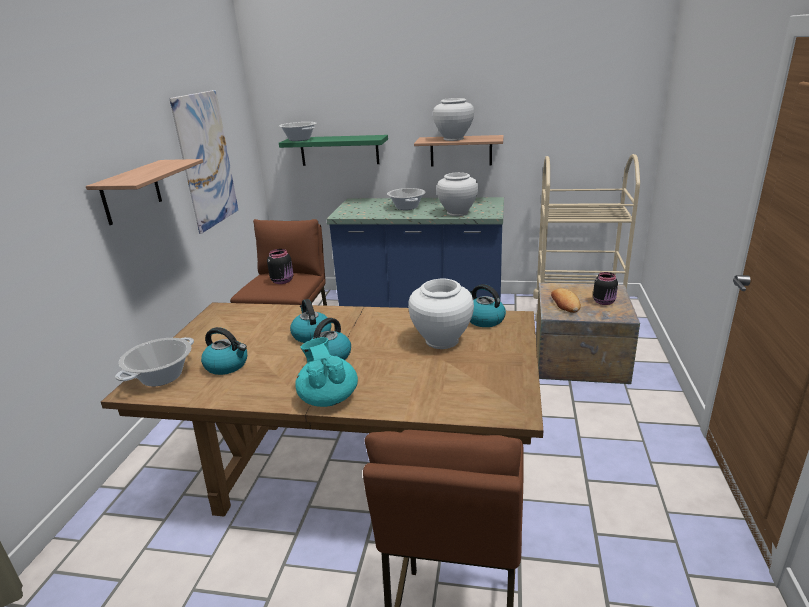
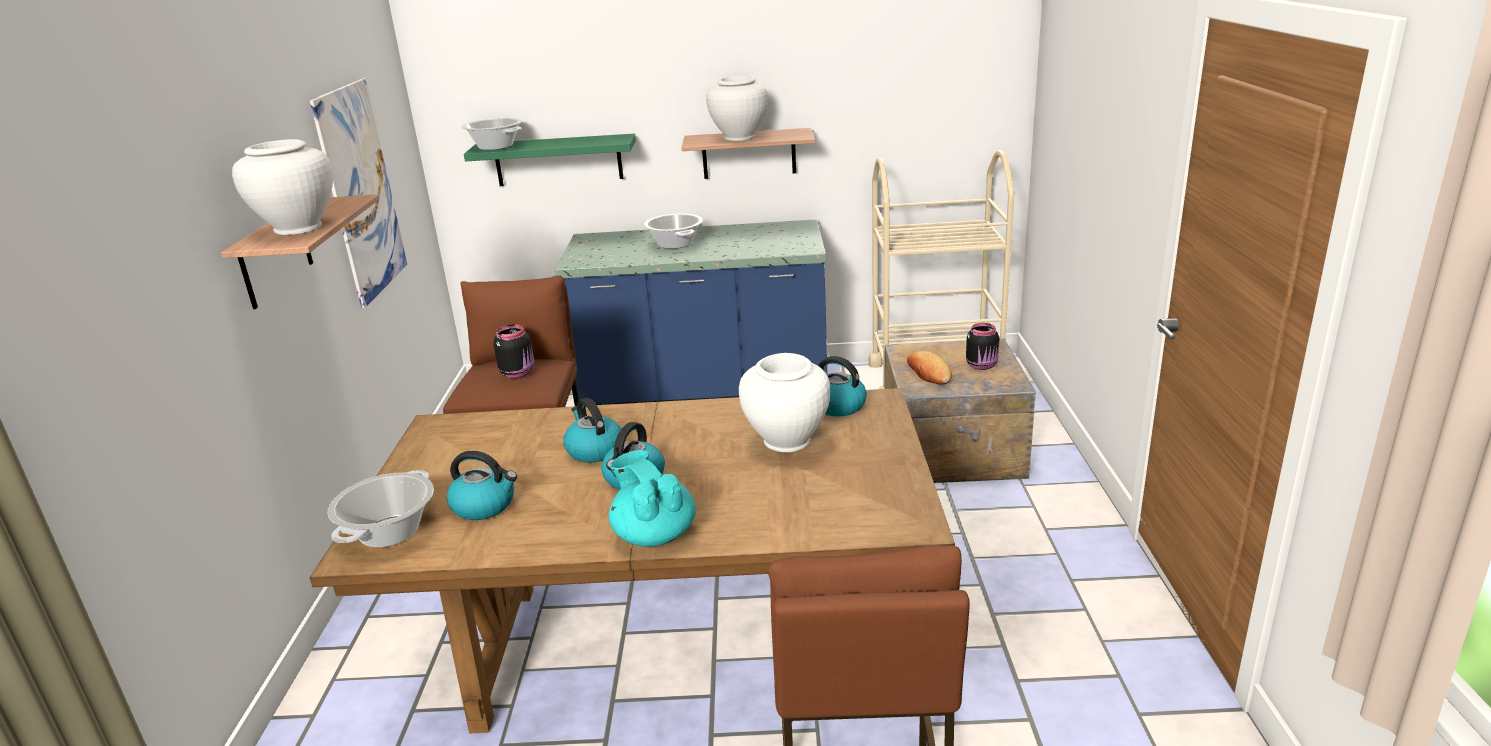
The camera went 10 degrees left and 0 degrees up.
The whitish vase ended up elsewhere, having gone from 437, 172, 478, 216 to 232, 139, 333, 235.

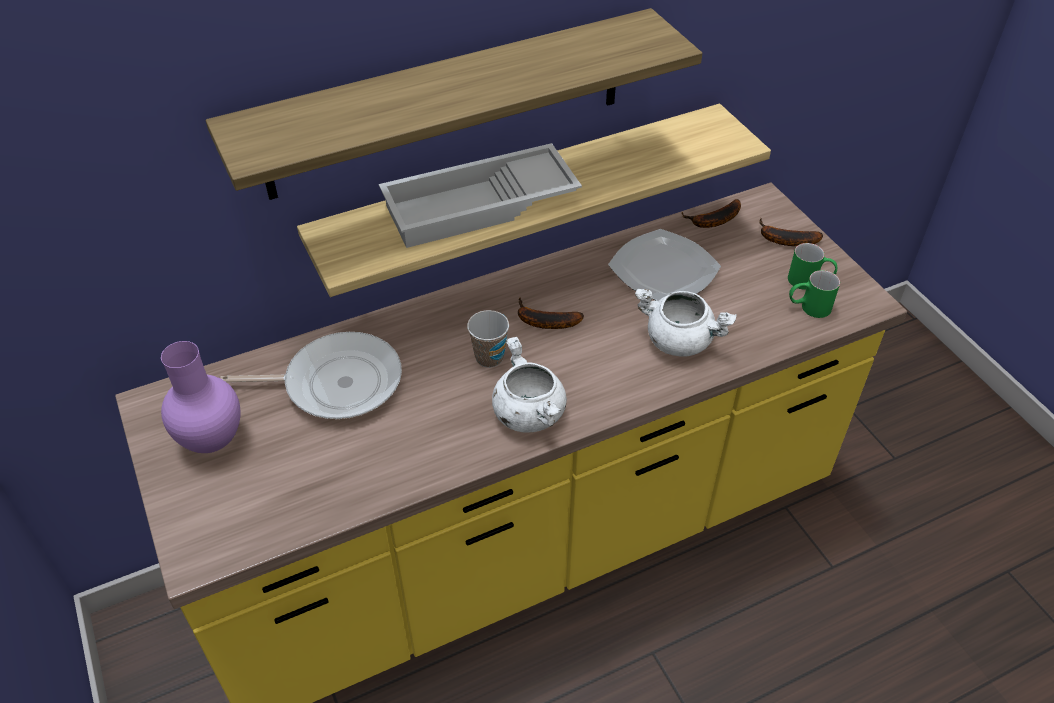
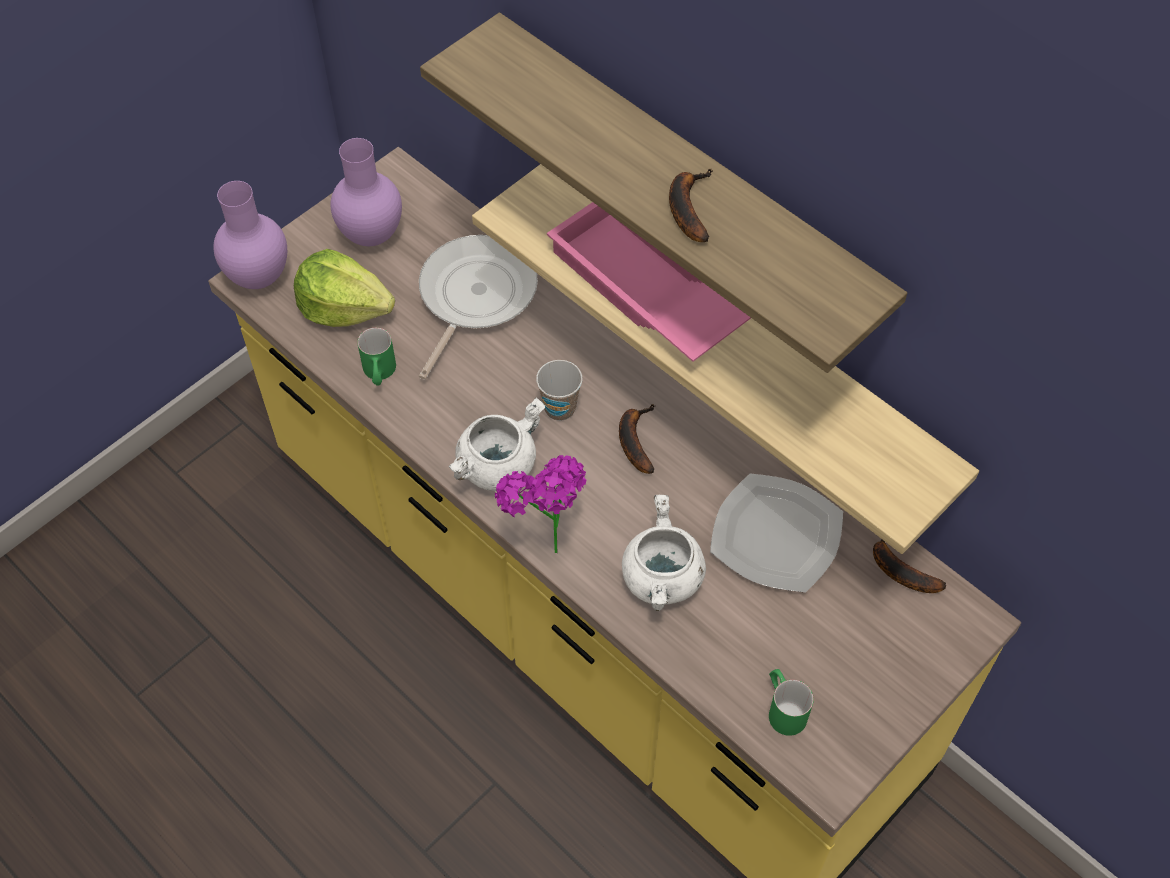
The camera went 70 degrees right and 10 degrees up.
The second view gained the purple vase at 213, 181, 287, 289.
The second view gained the head of lettuce at 294, 249, 395, 327.
The second view gained the houseplant at 495, 455, 586, 553.
The banana ended up elsewhere, having gone from 759, 218, 823, 246 to 669, 169, 713, 242.
The green-coloured mug ended up elsewhere, having gone from 788, 243, 837, 289 to 357, 328, 396, 385.
What was the whitish serving tray at 379, 143, 582, 248 turned into the pinkish serving tray at 547, 202, 751, 362.
The frying pan at 220, 332, 402, 419 ended up facing another way, 135 degrees counterclockwise from before.

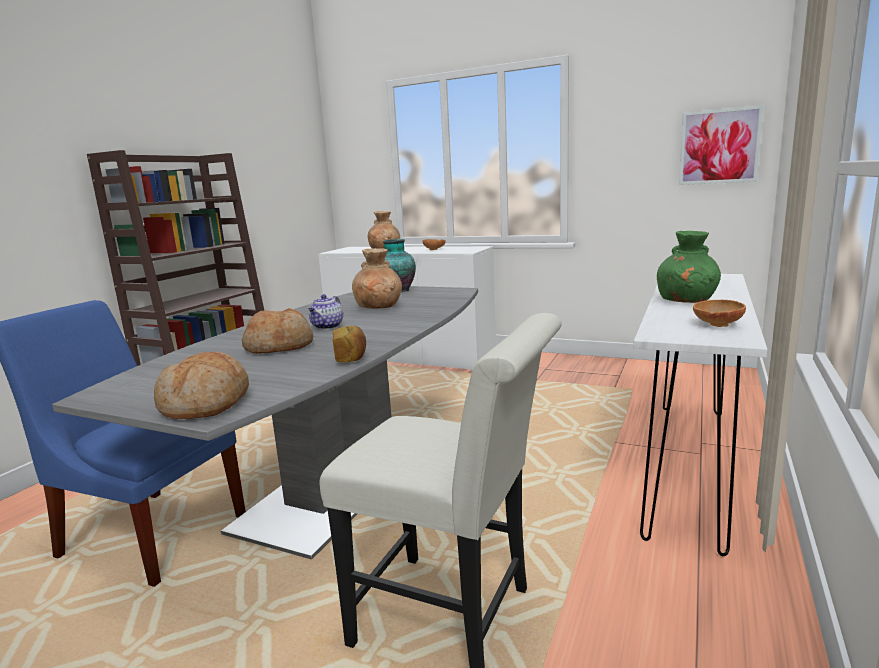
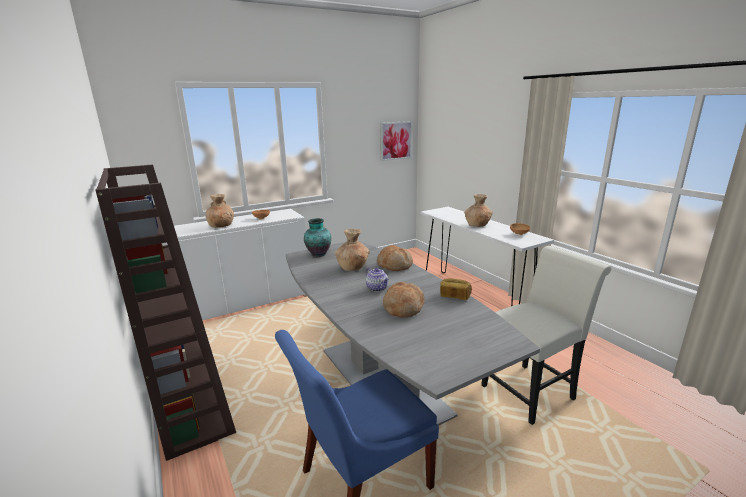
The camera went 55 degrees left and 5 degrees up.
The baked bread ended up elsewhere, having gone from 154, 352, 249, 419 to 377, 245, 413, 271.
What was the green-coloured vase at 657, 231, 721, 303 turned into the brown-coloured vase at 464, 194, 493, 227.

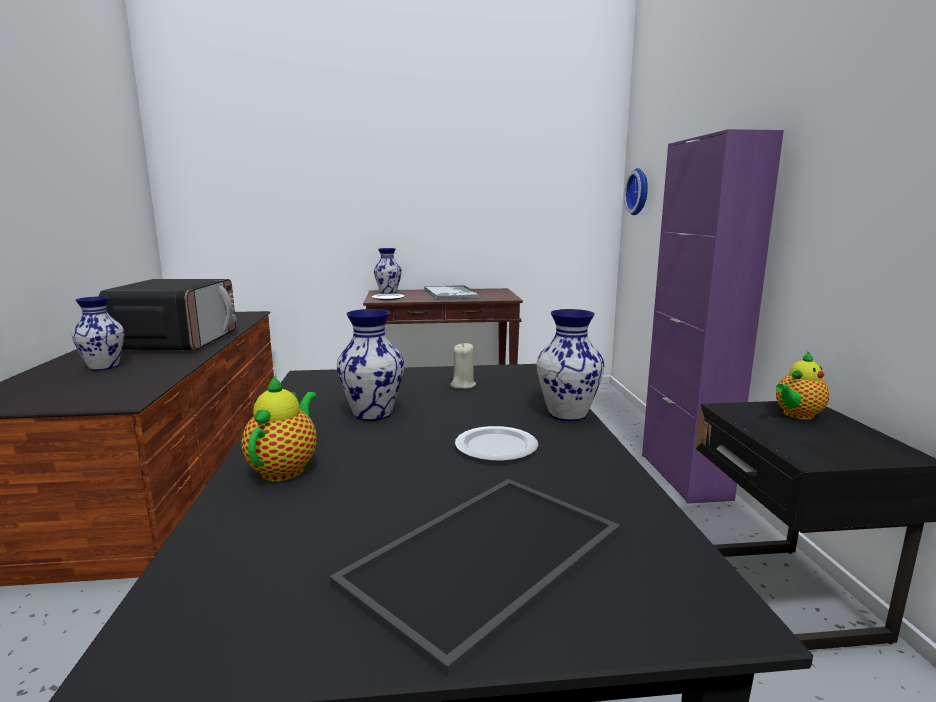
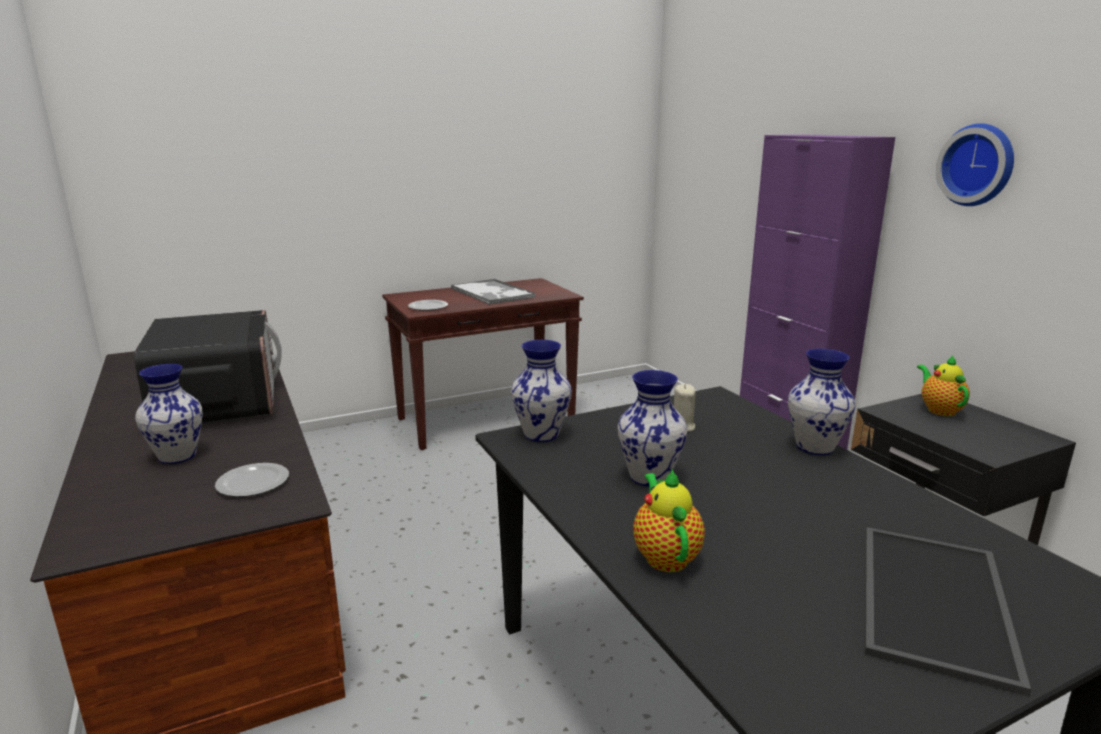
The camera went 20 degrees left and 5 degrees up.
The vase ended up elsewhere, having gone from 374, 248, 402, 294 to 511, 340, 572, 442.
The dinner plate ended up elsewhere, having gone from 455, 426, 538, 461 to 215, 463, 289, 497.
The wall clock ended up elsewhere, having gone from 624, 168, 648, 215 to 935, 123, 1014, 206.
The pot for tea at 776, 352, 830, 420 ended up facing another way, 135 degrees clockwise from before.

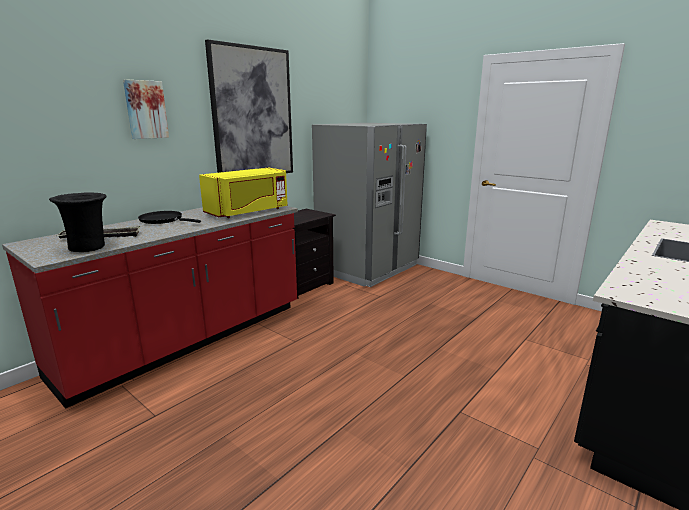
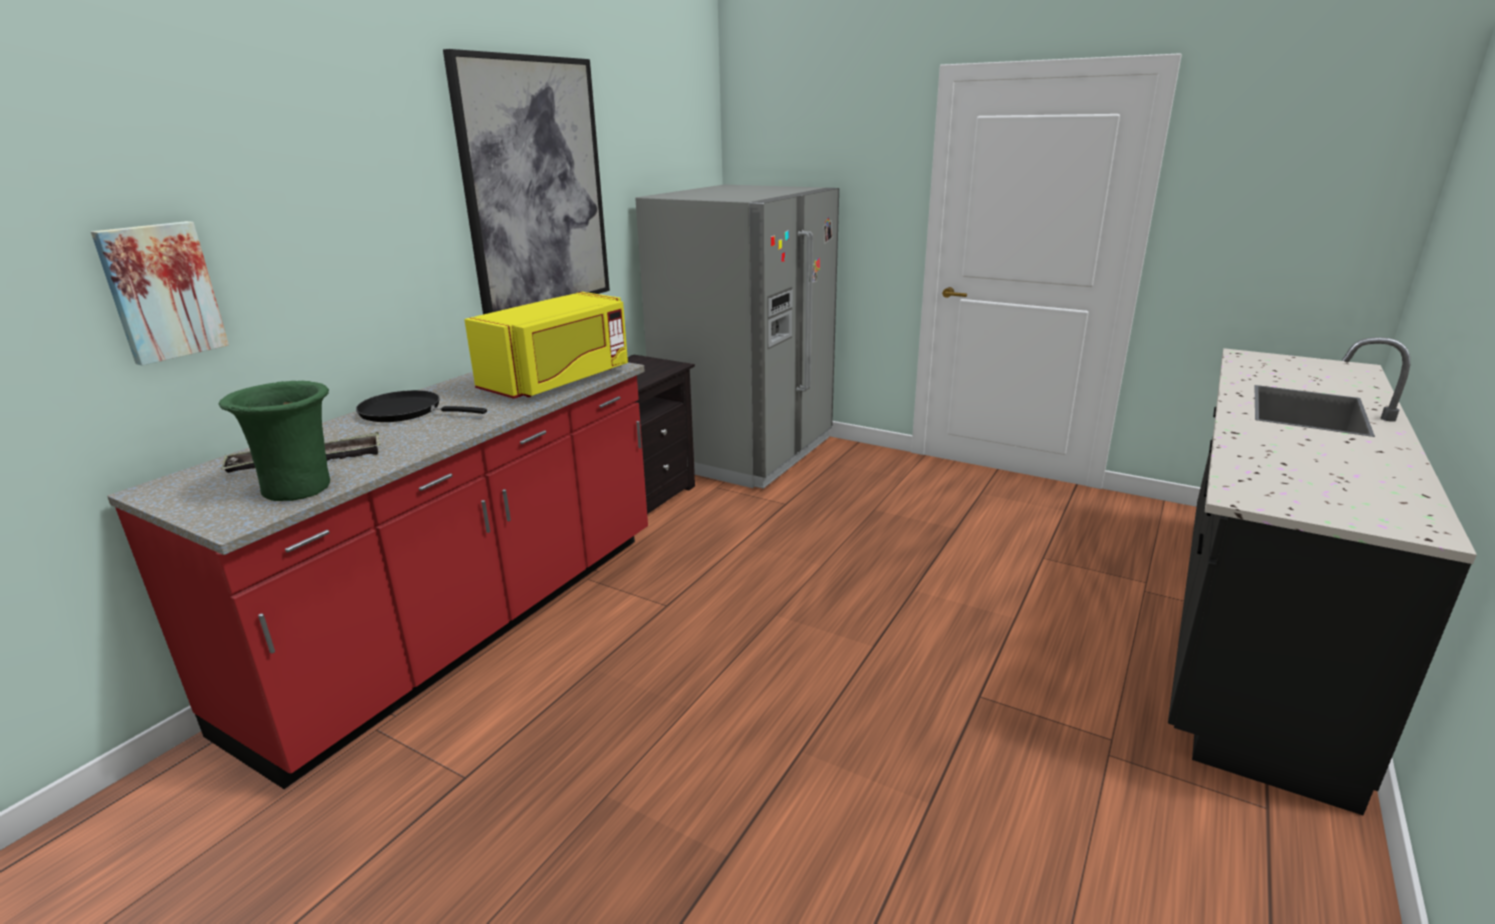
The camera went 10 degrees left and 5 degrees up.
The picture ended up elsewhere, having gone from 123, 79, 169, 139 to 91, 221, 229, 366.
What was the black vase at 49, 192, 106, 252 turned into the green-coloured vase at 218, 381, 330, 501.

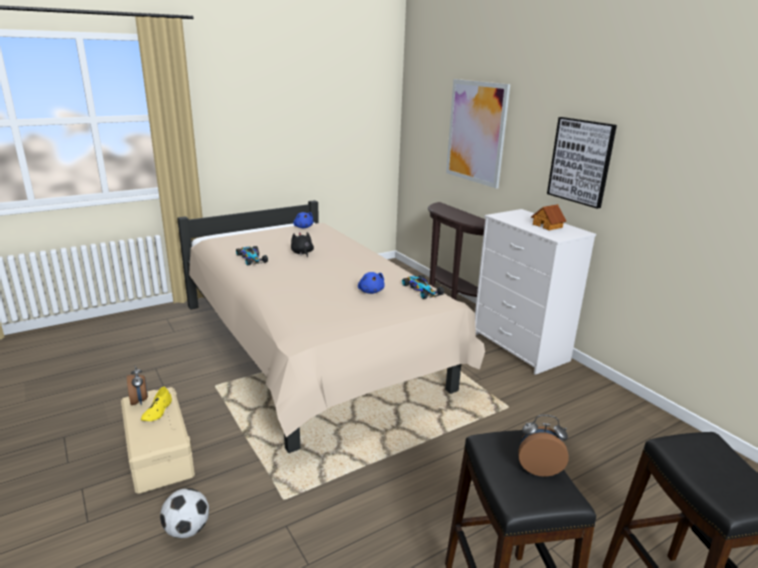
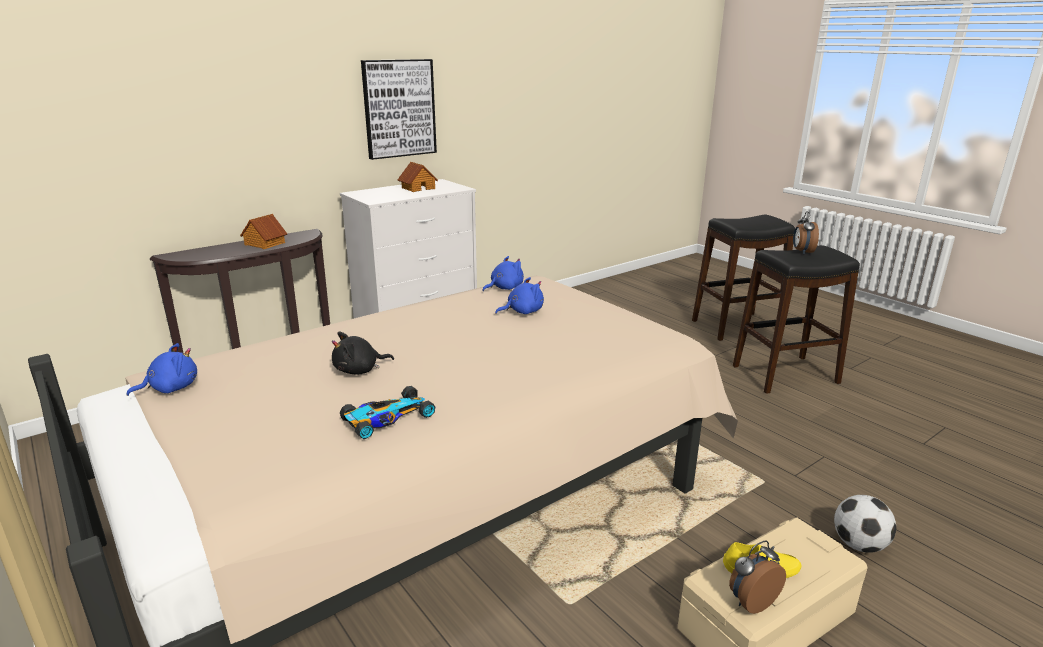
The camera went 95 degrees left and 0 degrees up.
The second view lost the picture at 446, 79, 510, 188.
The second view gained the miniature house at 240, 214, 287, 249.
Where the model car stood at 402, 275, 444, 299, the bluish soft toy came to stand at 482, 256, 524, 291.

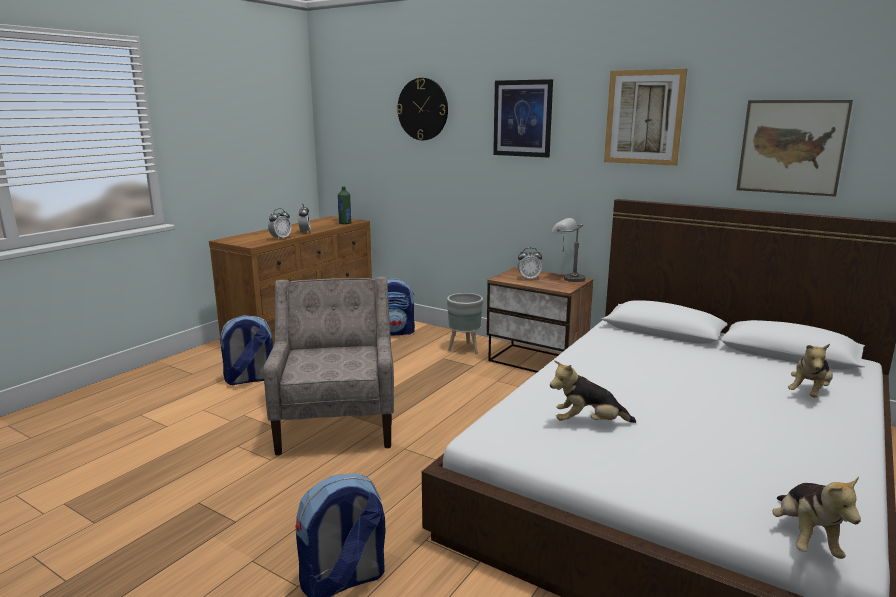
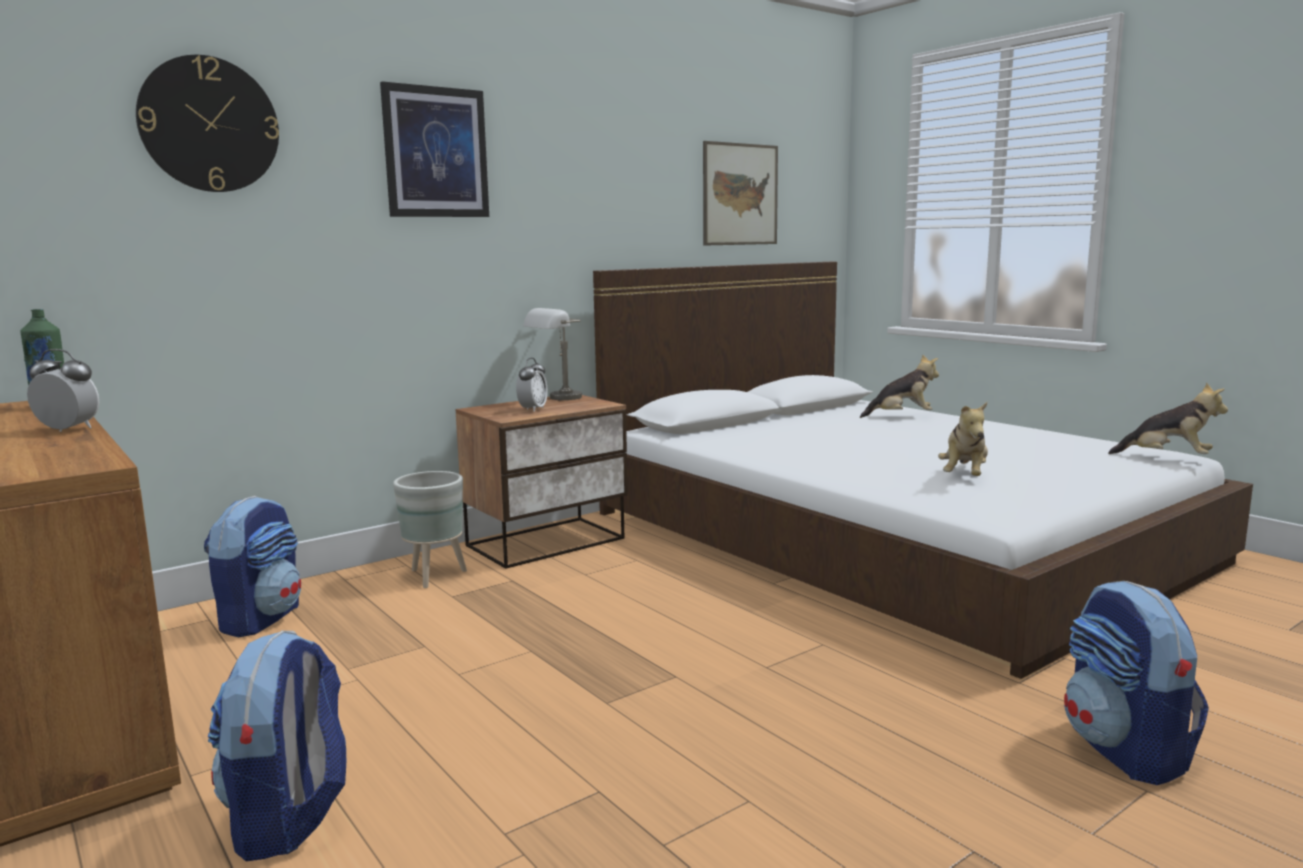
The camera went 70 degrees left and 5 degrees down.
The second view lost the beige-coloured lounge chair at 263, 277, 394, 455.
The second view lost the bedside clock at 268, 208, 292, 240.
The second view lost the picture at 604, 69, 687, 166.
The soft toy at 788, 344, 833, 398 ended up facing another way, 60 degrees counterclockwise from before.

